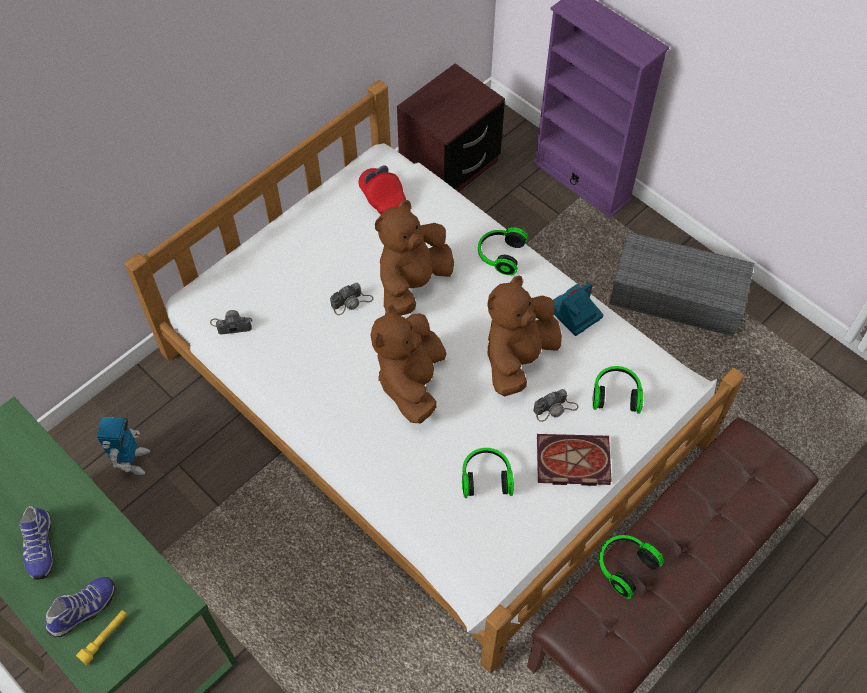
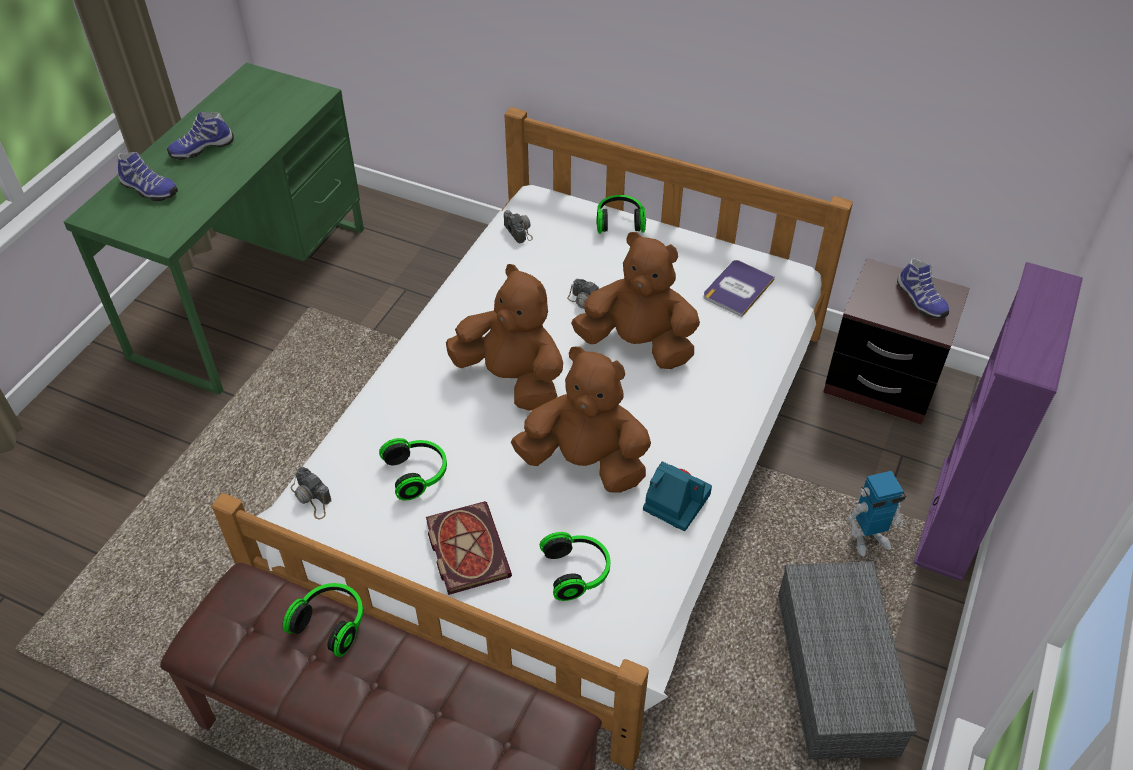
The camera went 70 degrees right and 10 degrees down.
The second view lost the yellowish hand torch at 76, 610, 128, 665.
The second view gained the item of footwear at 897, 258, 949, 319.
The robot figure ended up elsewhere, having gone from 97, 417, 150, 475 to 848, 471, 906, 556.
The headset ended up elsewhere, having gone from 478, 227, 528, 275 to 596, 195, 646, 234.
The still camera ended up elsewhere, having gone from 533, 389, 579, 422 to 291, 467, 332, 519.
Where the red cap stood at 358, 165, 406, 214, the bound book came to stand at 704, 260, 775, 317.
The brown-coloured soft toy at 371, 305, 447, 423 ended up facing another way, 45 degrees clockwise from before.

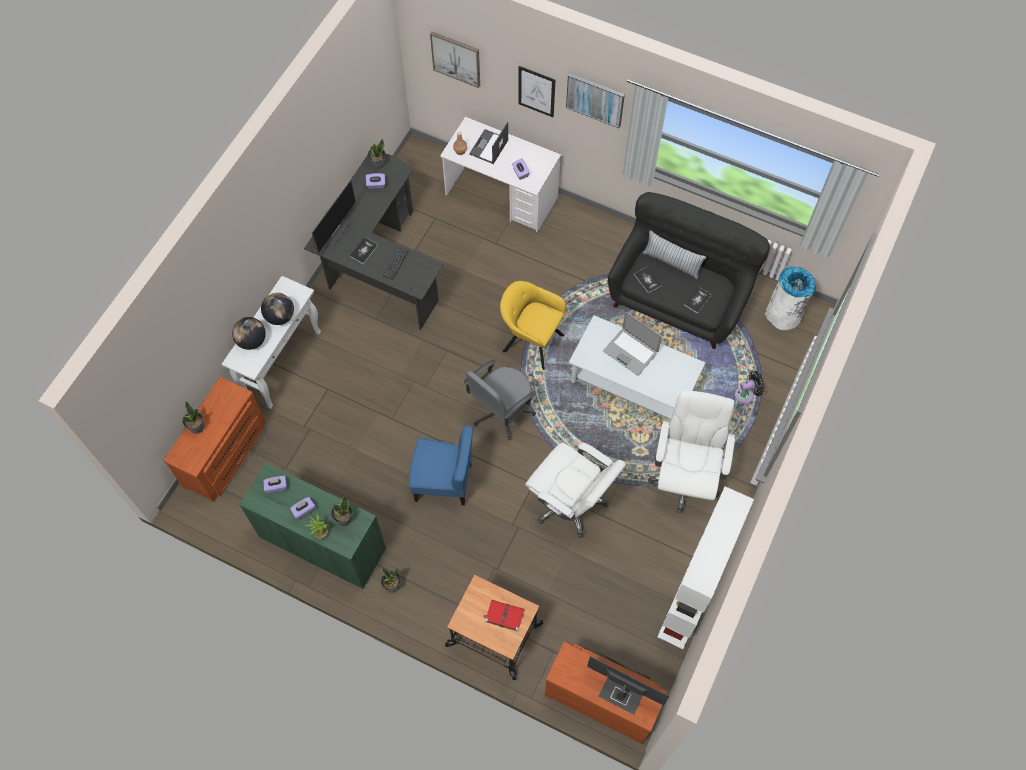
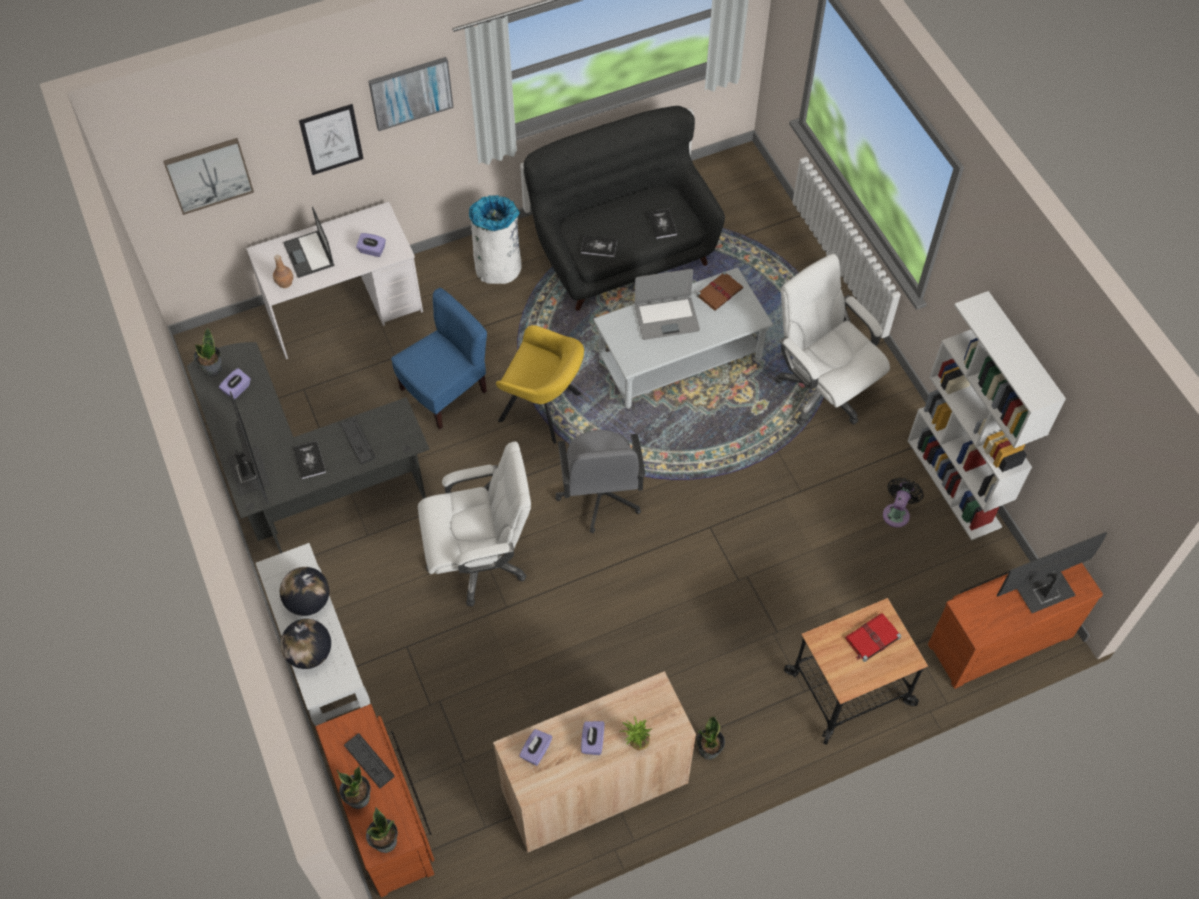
The camera went 50 degrees left and 5 degrees down.
The second view lost the pillow at 642, 230, 706, 279.
The second view gained the computer keyboard at 344, 733, 395, 788.
The second view gained the brown-coloured bound book at 697, 272, 743, 311.
The houseplant ended up elsewhere, having gone from 331, 496, 353, 526 to 366, 807, 398, 853.
The bluish plain chair ended up elsewhere, having gone from 409, 426, 473, 505 to 391, 288, 487, 429.
The whitish office chair ended up elsewhere, having gone from 525, 443, 626, 538 to 418, 442, 531, 606.
The black electric fan ended up elsewhere, having gone from 735, 371, 764, 404 to 883, 477, 924, 528.
The whitish rubbish bin ended up elsewhere, having gone from 765, 266, 816, 330 to 469, 195, 522, 284.
What was the green-coloured cupboard at 239, 463, 386, 589 turned into the beige-coloured cupboard at 493, 671, 696, 852.
The yellowish lounge chair at 500, 281, 566, 370 ended up facing another way, 135 degrees counterclockwise from before.

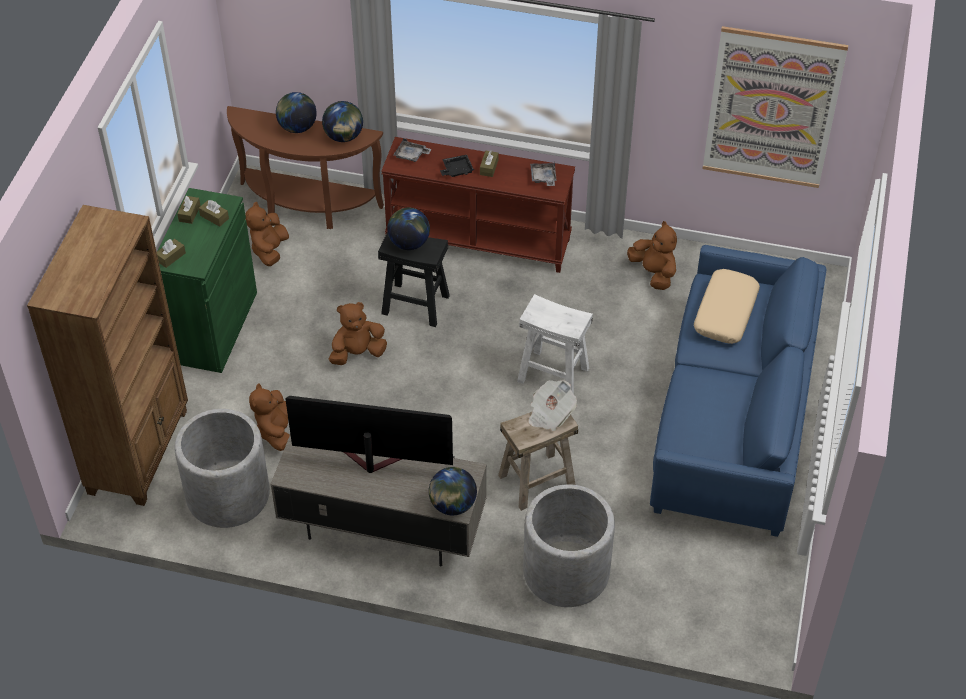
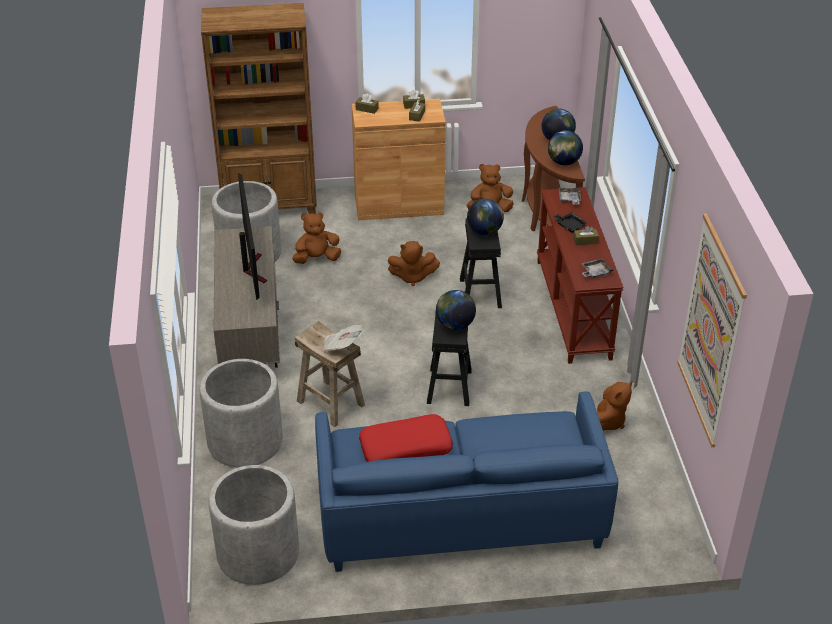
The camera went 70 degrees right and 10 degrees down.
The second view lost the beige-coloured pillow at 694, 269, 760, 344.
The second view gained the gray flower pot at 208, 465, 299, 585.
The second view gained the red pillow at 359, 414, 453, 462.
The desk globe ended up elsewhere, having gone from 429, 467, 477, 515 to 436, 290, 476, 330.
What was the green-coloured cupboard at 157, 188, 257, 373 turned into the brown-coloured cupboard at 352, 99, 446, 220.
What was the whitish sitting stool at 517, 294, 593, 394 turned into the black sitting stool at 427, 312, 472, 406.
The brown-coloured soft toy at 329, 302, 387, 365 ended up facing another way, 135 degrees clockwise from before.

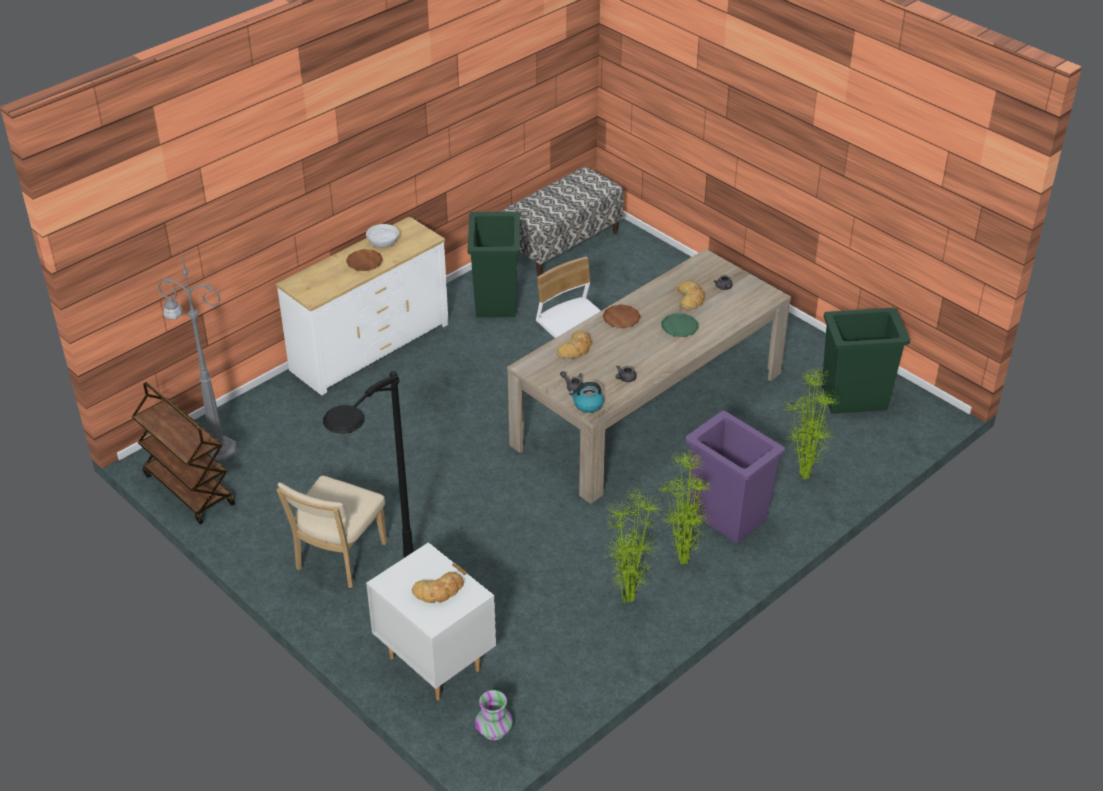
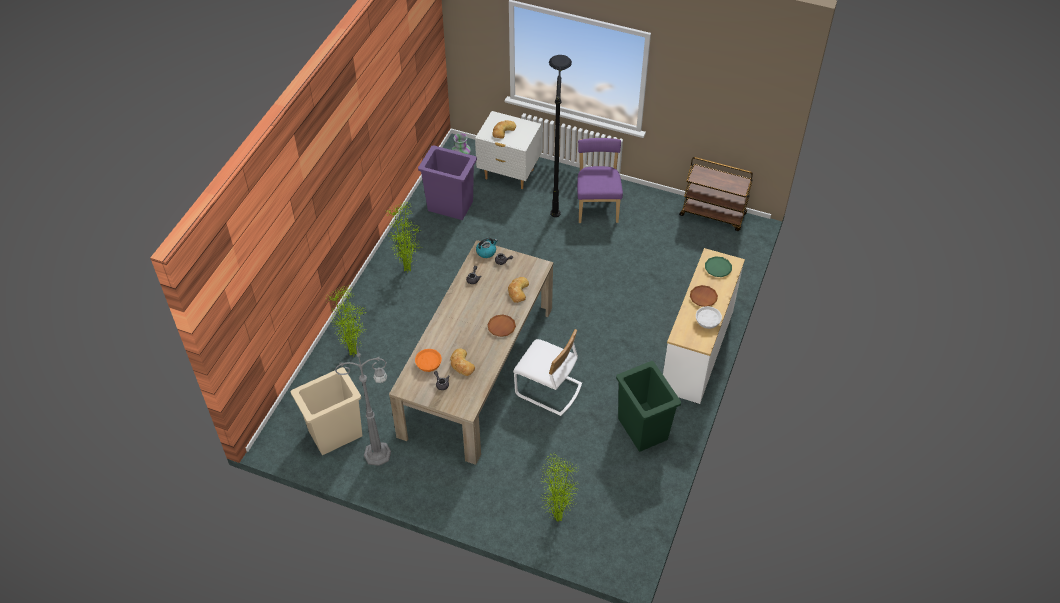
The camera went 155 degrees right and 10 degrees up.
The second view lost the long seat at 502, 167, 624, 276.
The second view gained the orange bowl at 415, 349, 442, 372.
The gray standard lamp ended up elsewhere, having gone from 158, 252, 236, 461 to 335, 343, 391, 466.
The houseplant ended up elsewhere, having gone from 604, 487, 661, 603 to 541, 453, 580, 522.
The green-coloured dinner plate ended up elsewhere, having gone from 661, 313, 699, 337 to 705, 256, 732, 277.
The purple rubbish bin ended up elsewhere, having gone from 685, 411, 785, 543 to 418, 145, 477, 220.
What was the beige-coloured plain chair at 277, 476, 387, 588 turned into the purple plain chair at 577, 138, 623, 223.
What was the green-coloured rubbish bin at 822, 308, 910, 414 turned into the beige-coloured rubbish bin at 291, 367, 363, 455.

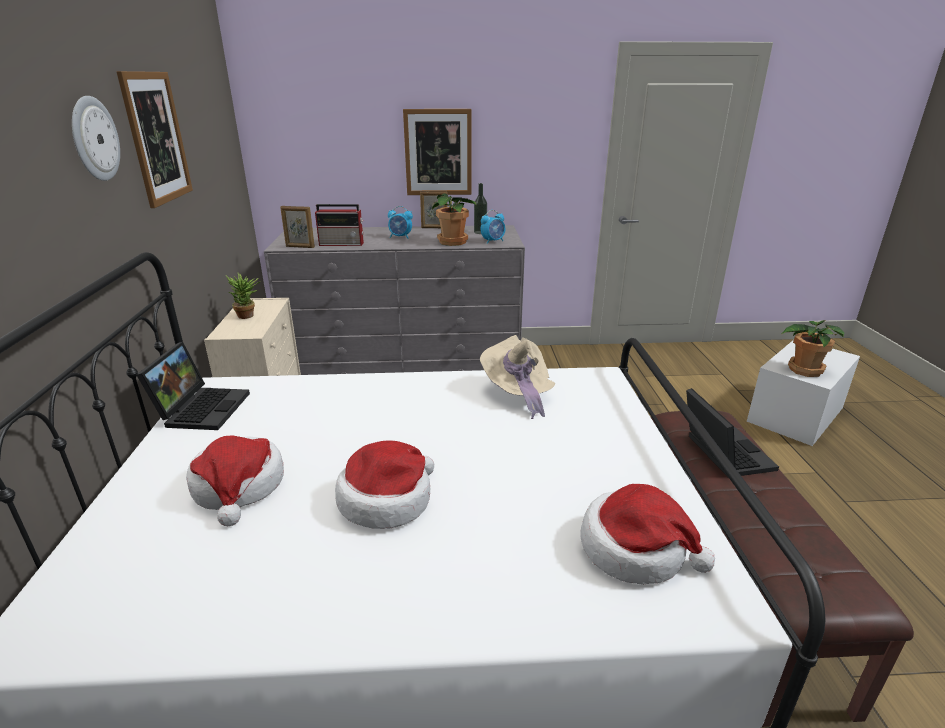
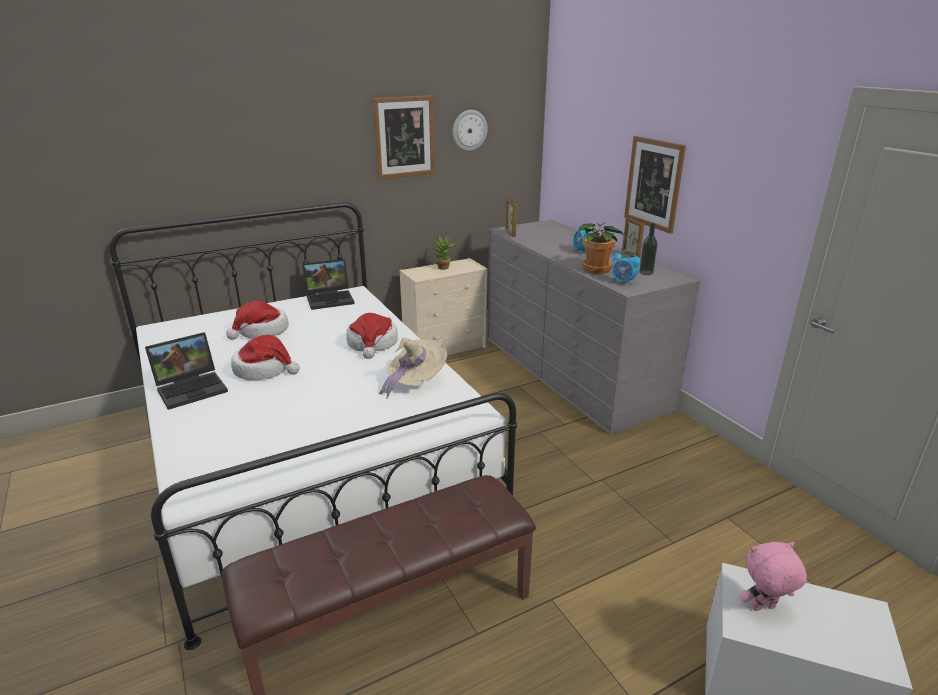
The camera went 65 degrees right and 0 degrees up.
The second view lost the radio at 315, 204, 364, 246.
The wall clock ended up elsewhere, having gone from 72, 96, 120, 181 to 453, 110, 488, 151.
The hat ended up elsewhere, having gone from 580, 484, 715, 585 to 346, 313, 398, 359.
The portable computer ended up elsewhere, having gone from 686, 388, 779, 478 to 145, 332, 228, 410.
Where the houseplant stood at 781, 320, 844, 377, the pinkish soft toy came to stand at 740, 542, 807, 611.

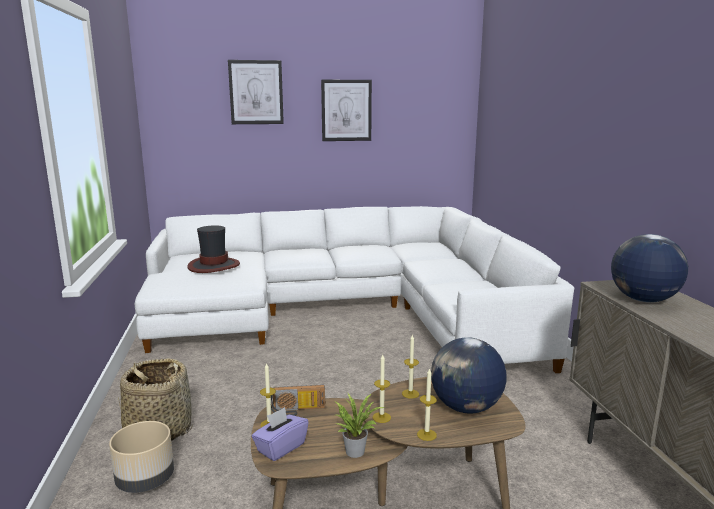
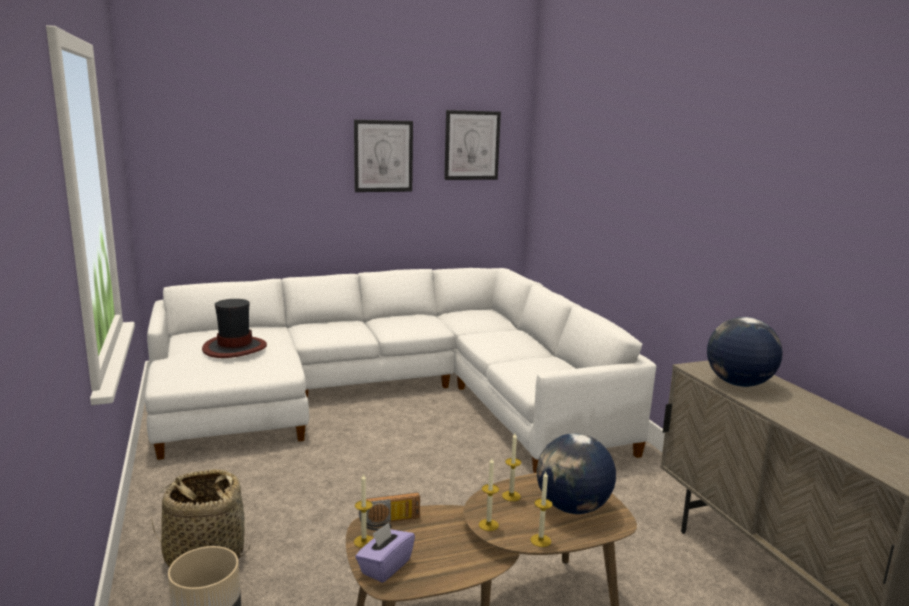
The camera went 10 degrees left and 0 degrees up.
The second view lost the houseplant at 336, 394, 385, 458.
The picture ended up elsewhere, having gone from 228, 60, 284, 124 to 444, 110, 501, 180.

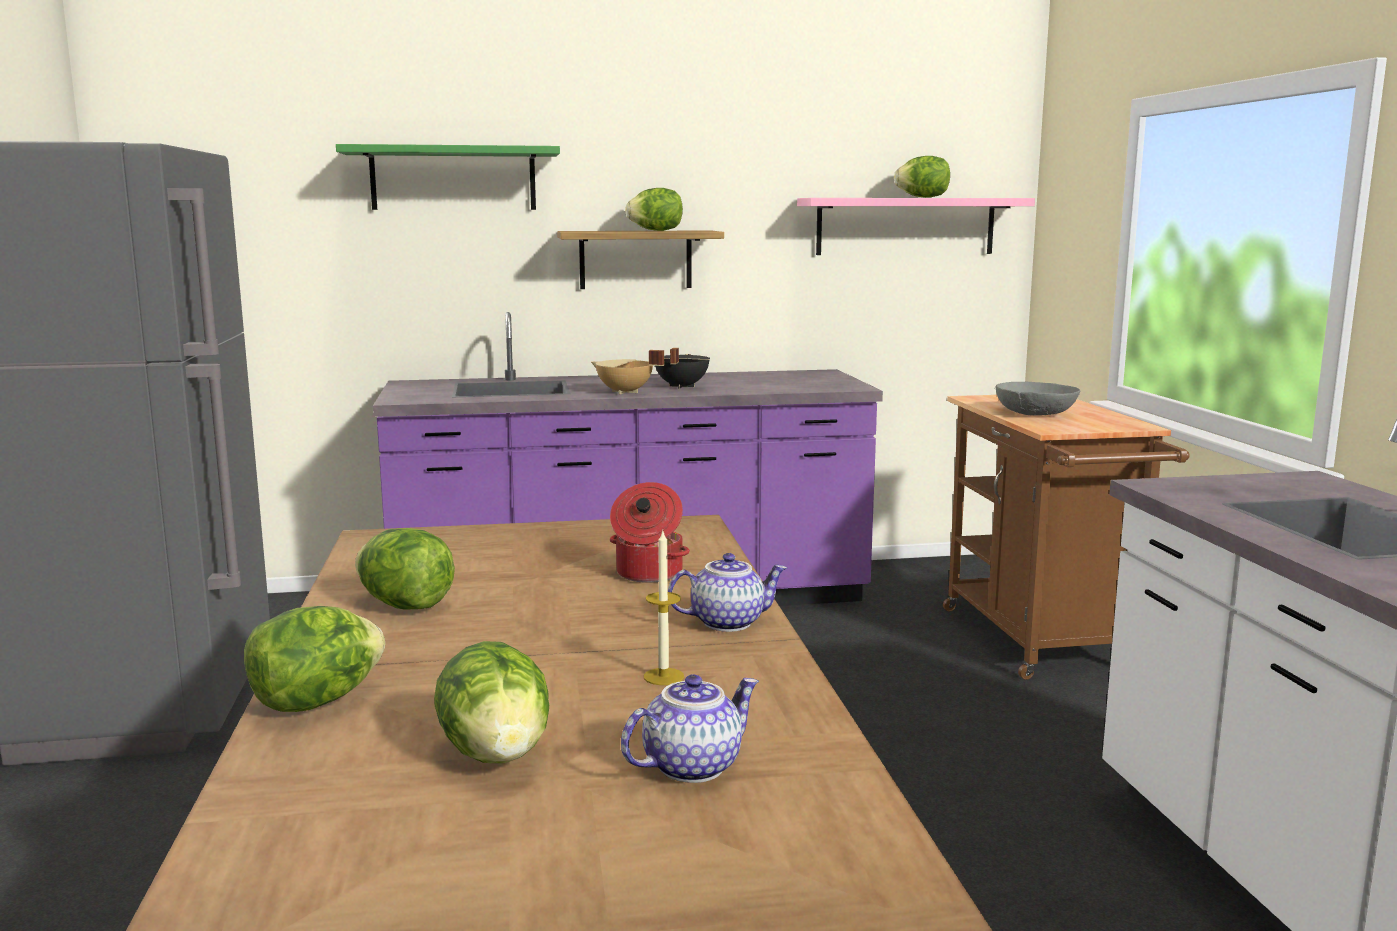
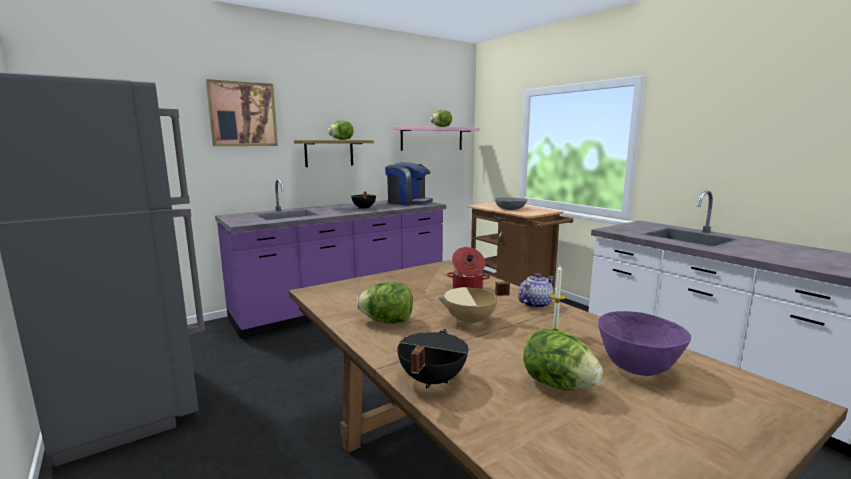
The camera went 25 degrees left and 0 degrees up.
The second view gained the coffee maker at 385, 162, 433, 206.
The beige-coloured cooking pot ended up elsewhere, having gone from 591, 350, 664, 394 to 437, 281, 510, 327.
Where the head of lettuce stood at 244, 606, 385, 712, the black cooking pot came to stand at 397, 329, 469, 389.
Where the green-coloured shelf hung at 336, 144, 560, 210, the picture came to hang at 206, 79, 278, 146.
Where the pot for tea stood at 621, 674, 759, 783, the purple bowl came to stand at 598, 311, 691, 376.

